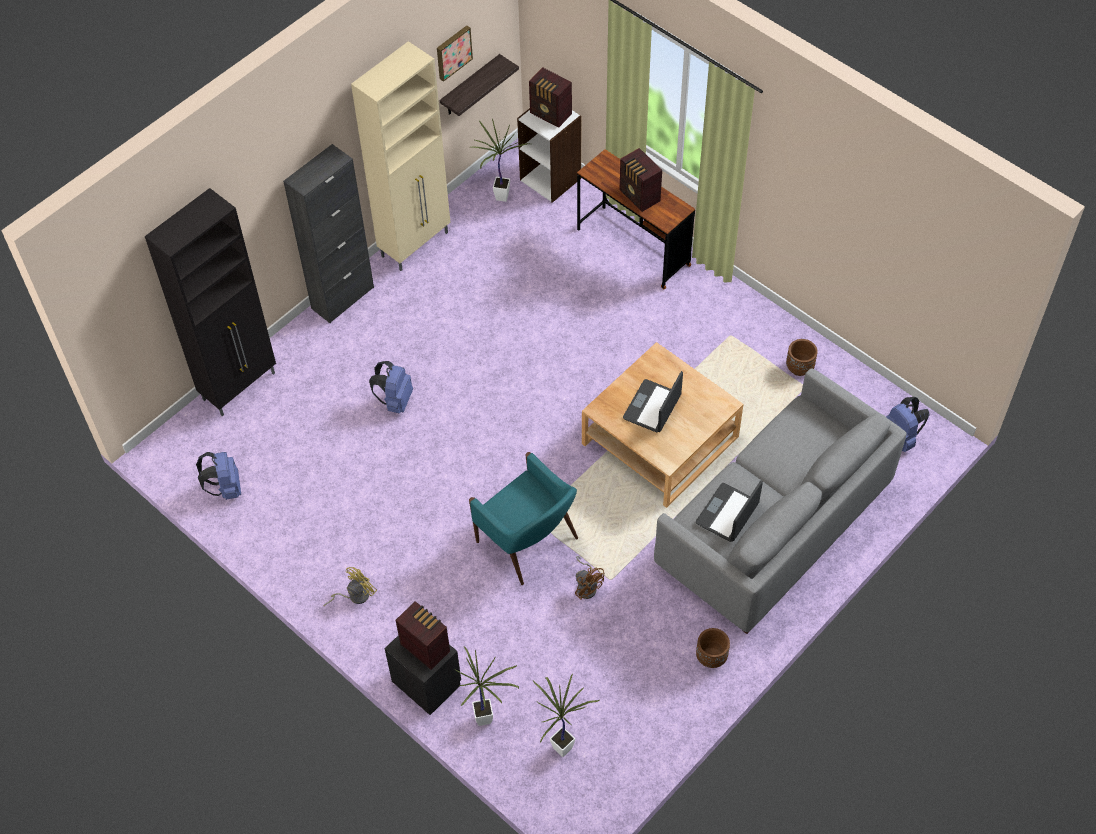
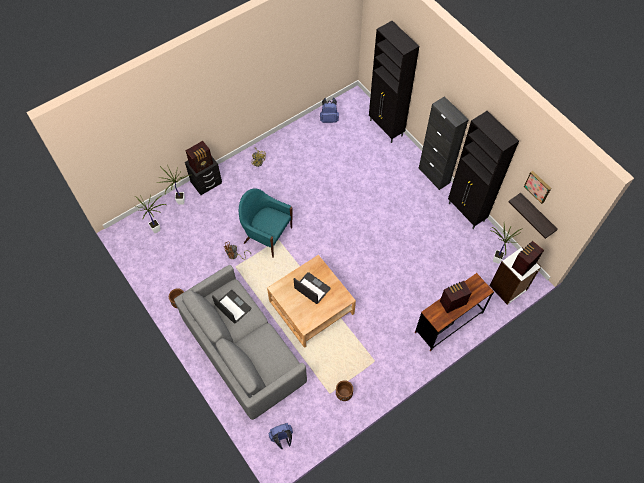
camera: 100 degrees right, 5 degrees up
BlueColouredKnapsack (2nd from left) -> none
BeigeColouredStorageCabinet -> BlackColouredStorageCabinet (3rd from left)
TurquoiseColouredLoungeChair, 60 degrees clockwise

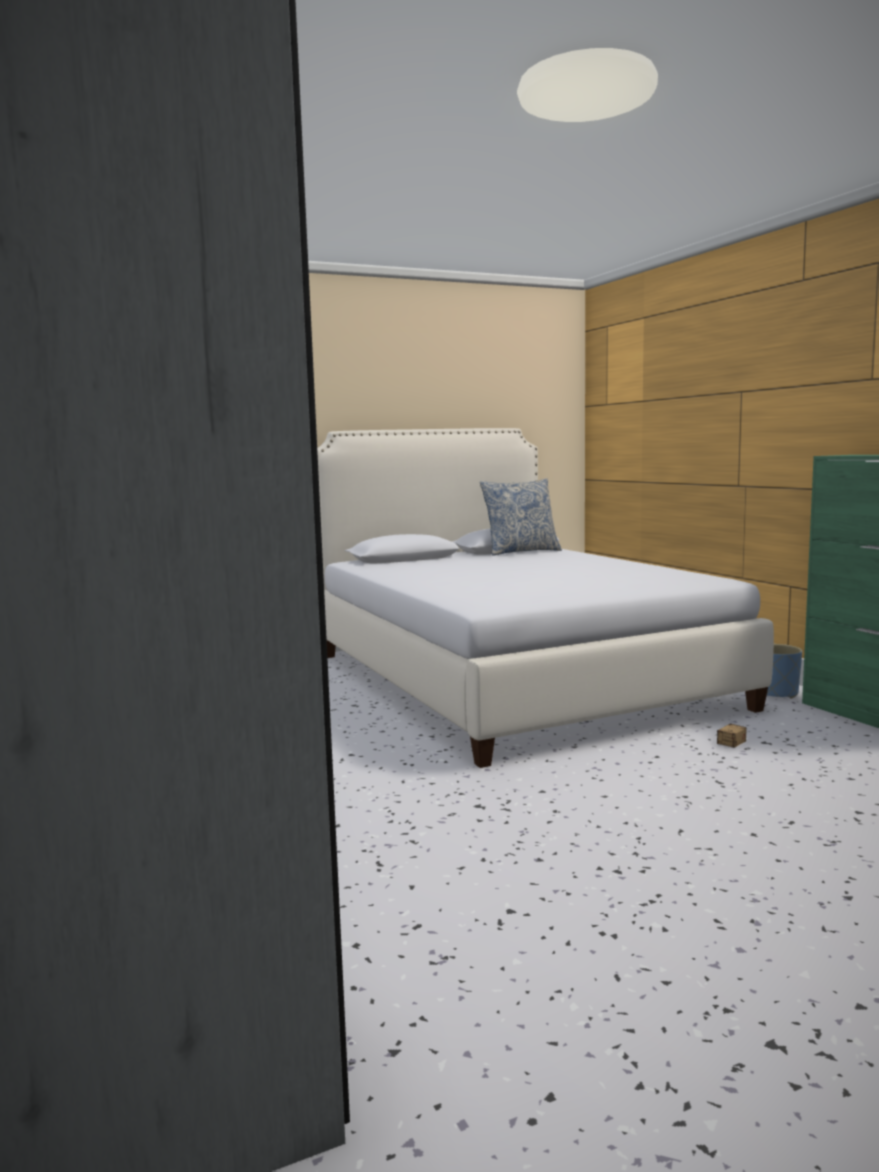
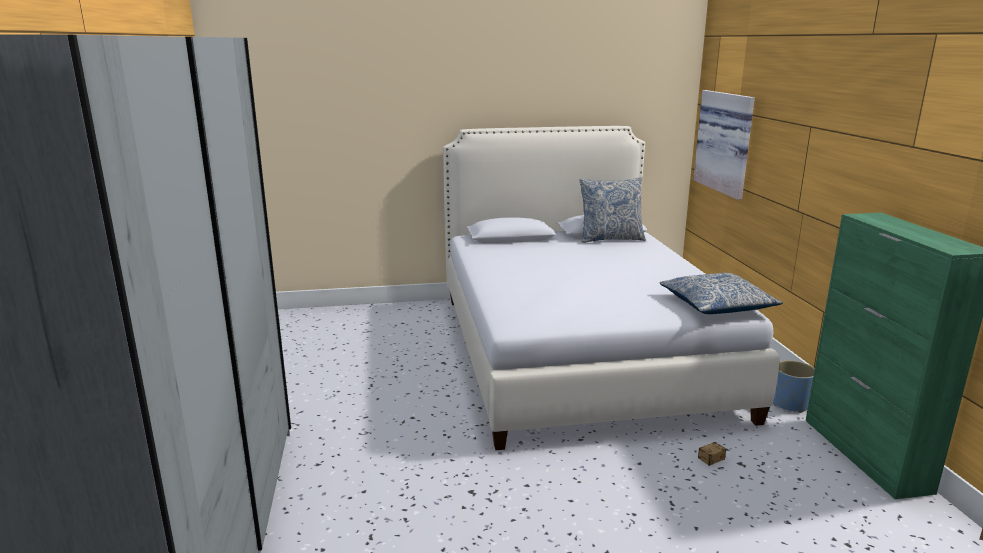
camera: 15 degrees right, 10 degrees up
none -> Pillow (2nd from left)
none -> Picture

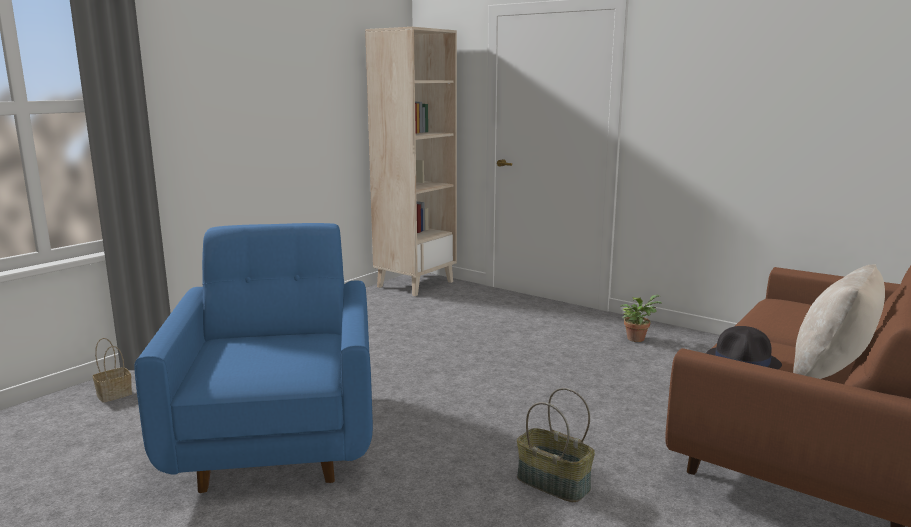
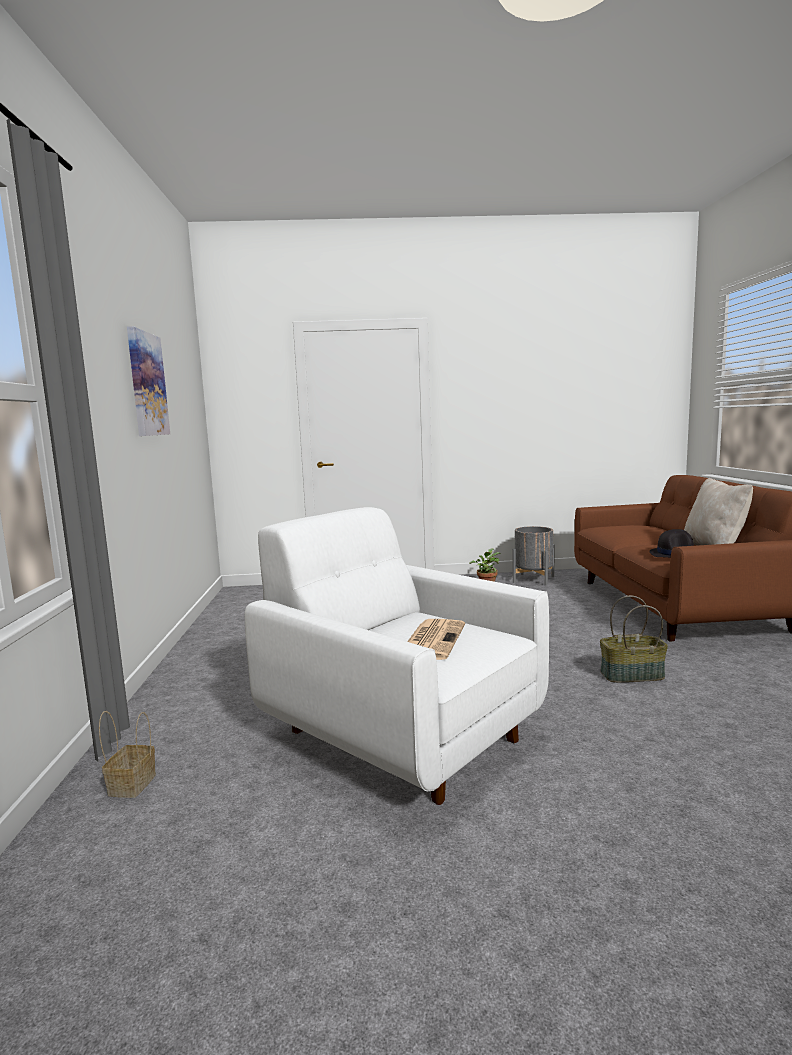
camera: 40 degrees left, 5 degrees down
BeigeColouredBookshelf -> none
none -> Picture
none -> Newspaper
none -> GreyPlanter
BlueColouredLoungeChair -> WhitishLoungeChair

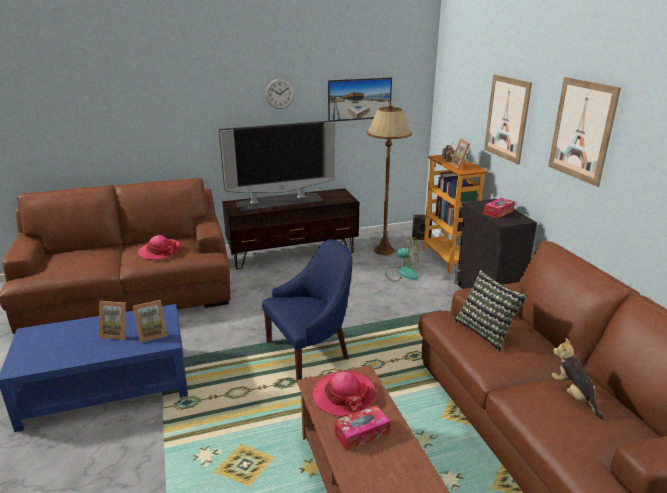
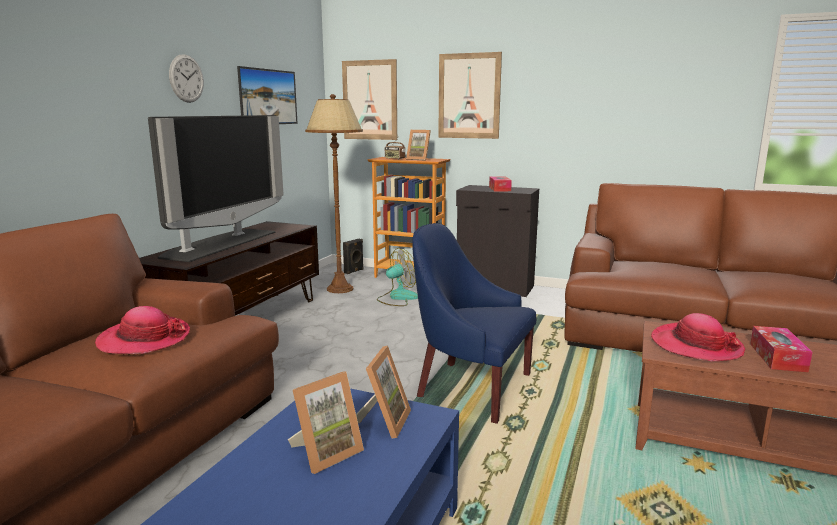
camera: 50 degrees left, 10 degrees down
Pillow -> none
SoftToy -> none
Picture (3rd from left in the first image) -> Picture (2nd from left), move
BlueColouredLoungeChair, 75 degrees counterclockwise

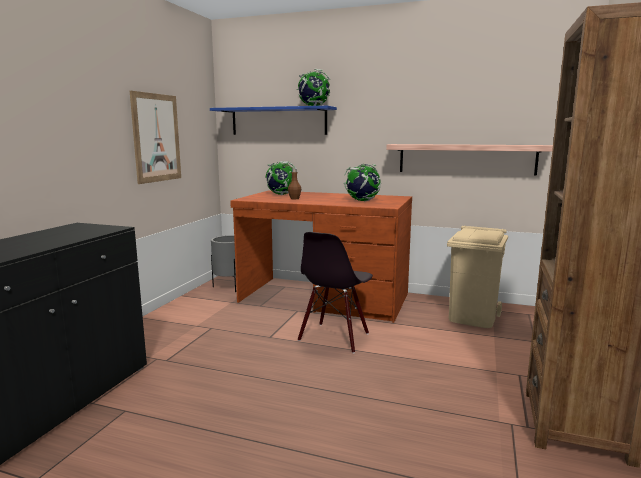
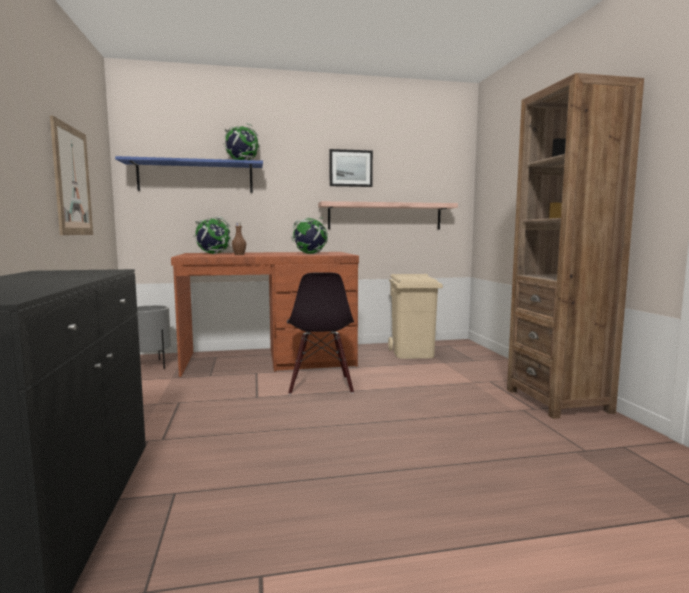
camera: 30 degrees left, 5 degrees down
none -> Picture (2nd from left)

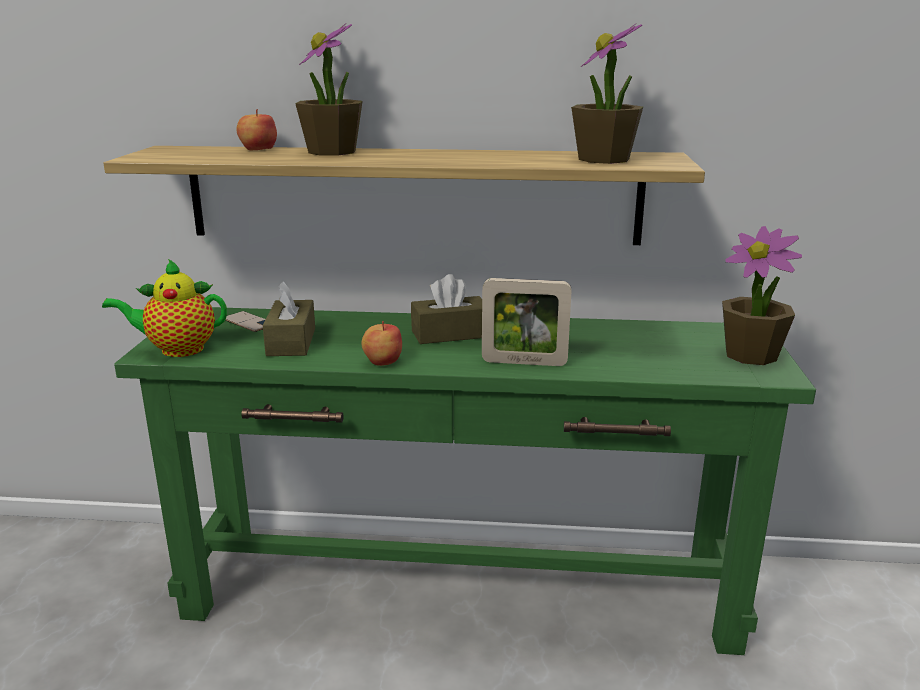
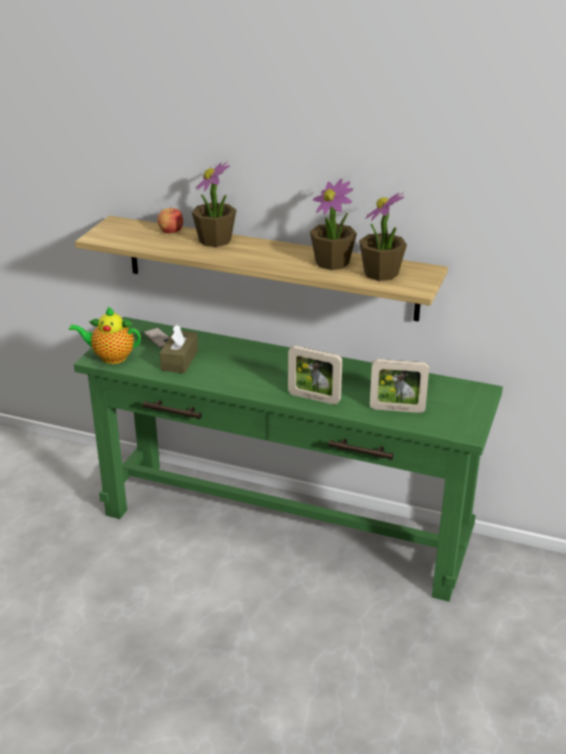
camera: 15 degrees right, 10 degrees up
Apple (2nd from left) -> none
BrownishTissueBox (2nd from left) -> none
none -> PictureFrame (2nd from left)
PlantInAPot (3rd from left in the first image) -> PlantInAPot (2nd from left), move

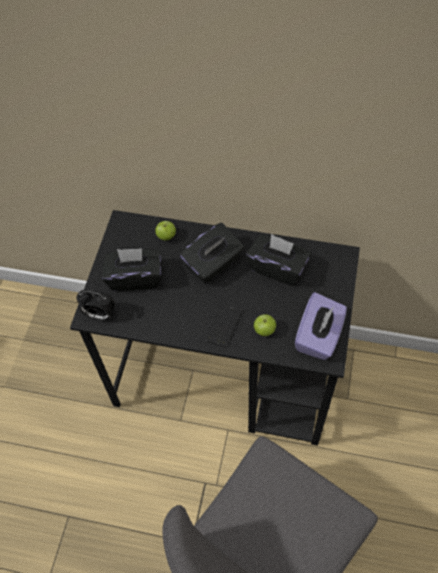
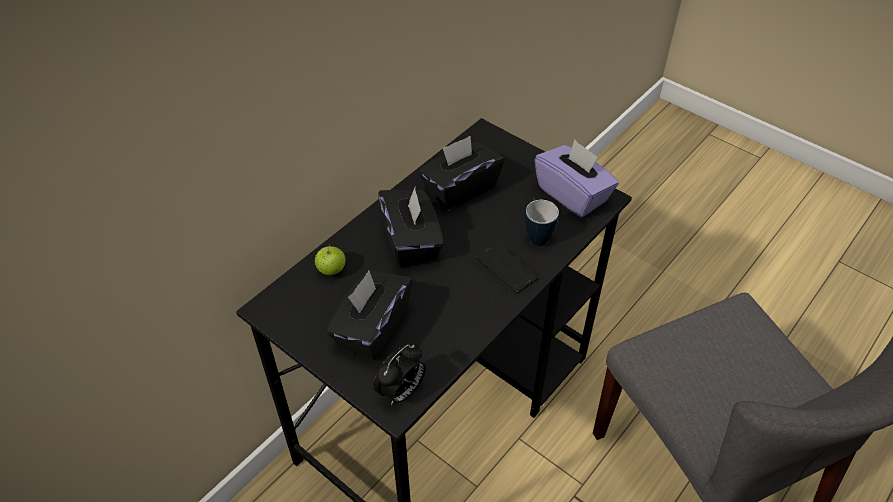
camera: 65 degrees left, 10 degrees down
Apple (2nd from left) -> TeaMug

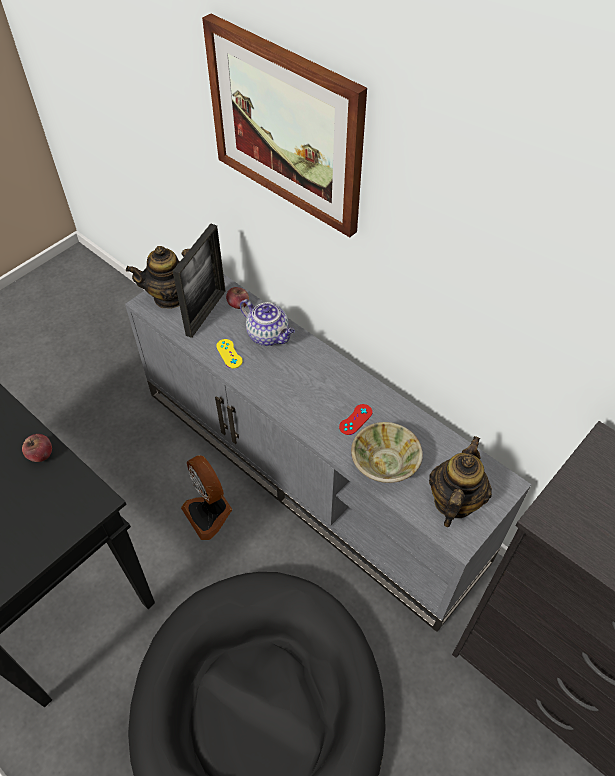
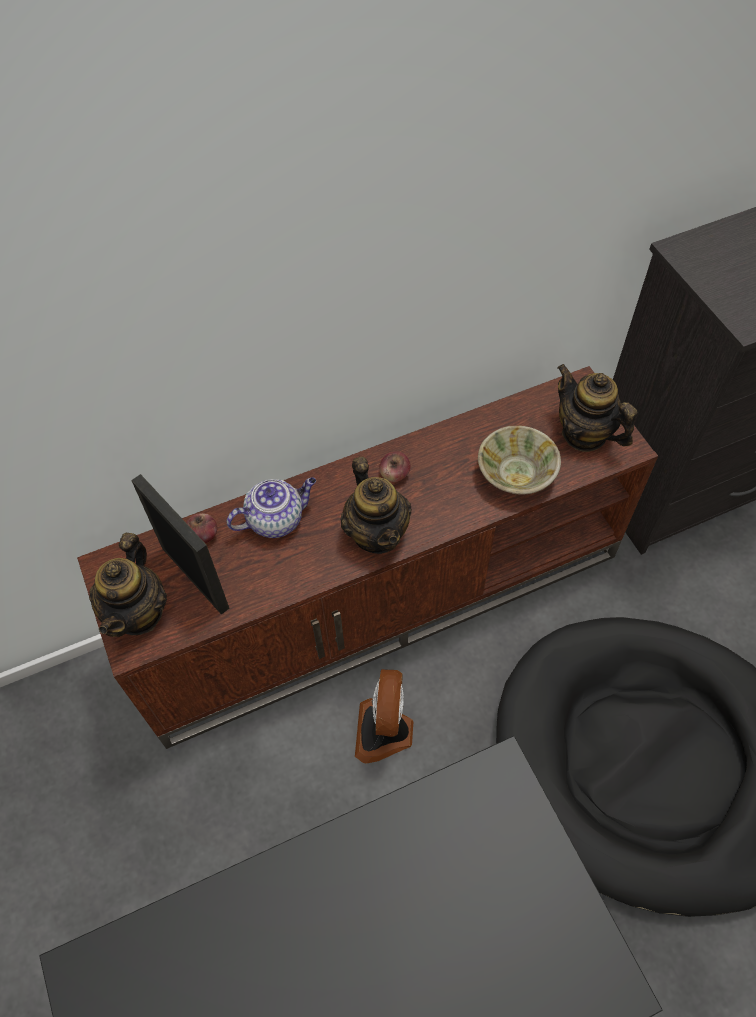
camera: 65 degrees left, 5 degrees up
Picture -> none
YellowColouredGamepad -> none
RedGamepad -> none
none -> Teapot (3rd from left)
Apple (1st from left in the first image) -> Apple (2nd from left), move
GreyTvStand -> BrownishTvStand
CoolingFan, 105 degrees clockwise

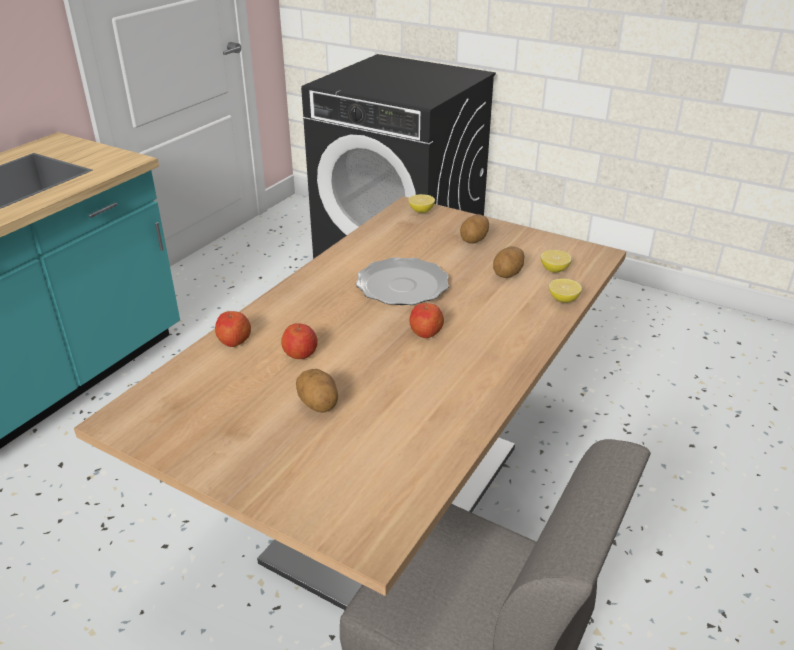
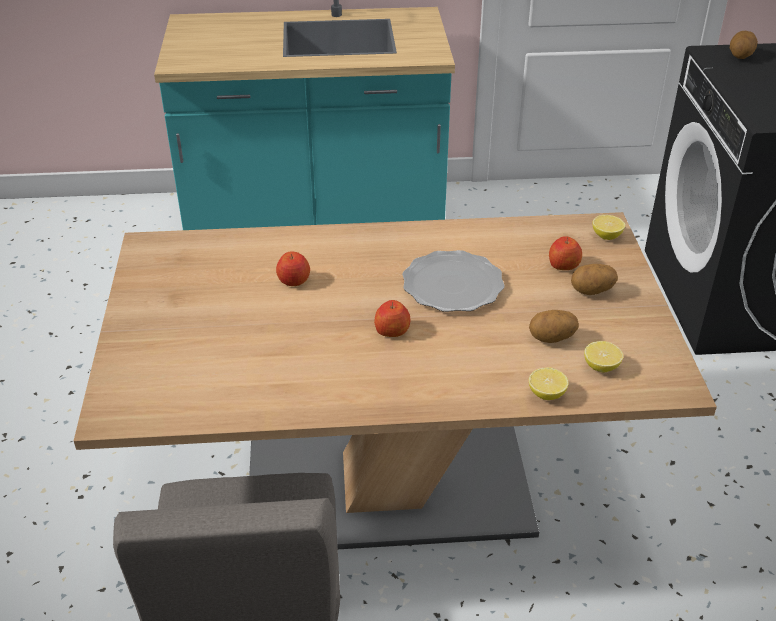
camera: 55 degrees right, 5 degrees up
Apple (1st from left in the first image) -> Apple (3rd from left), move
WholePotato (1st from left in the first image) -> WholePotato (3rd from left), move

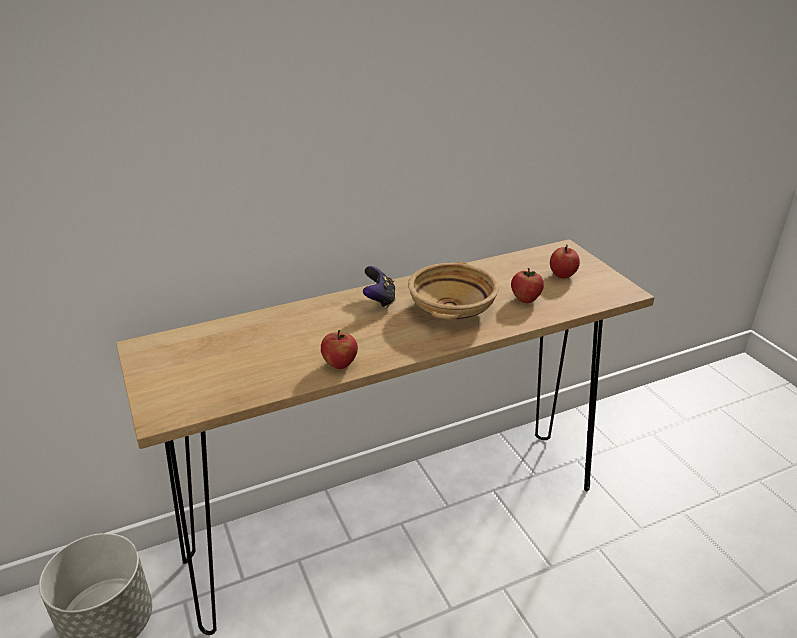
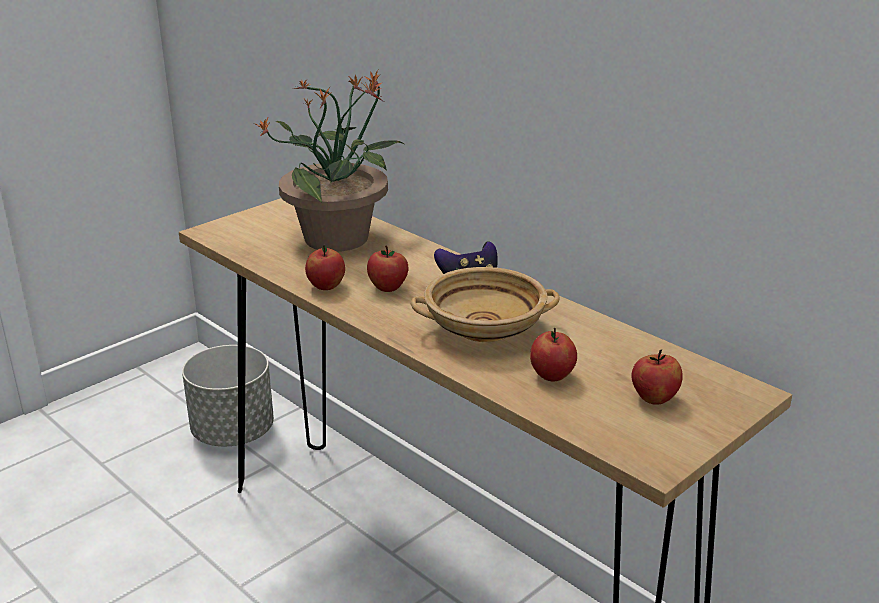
camera: 70 degrees right, 5 degrees down
none -> PlantInAPot
none -> Apple (2nd from left)

